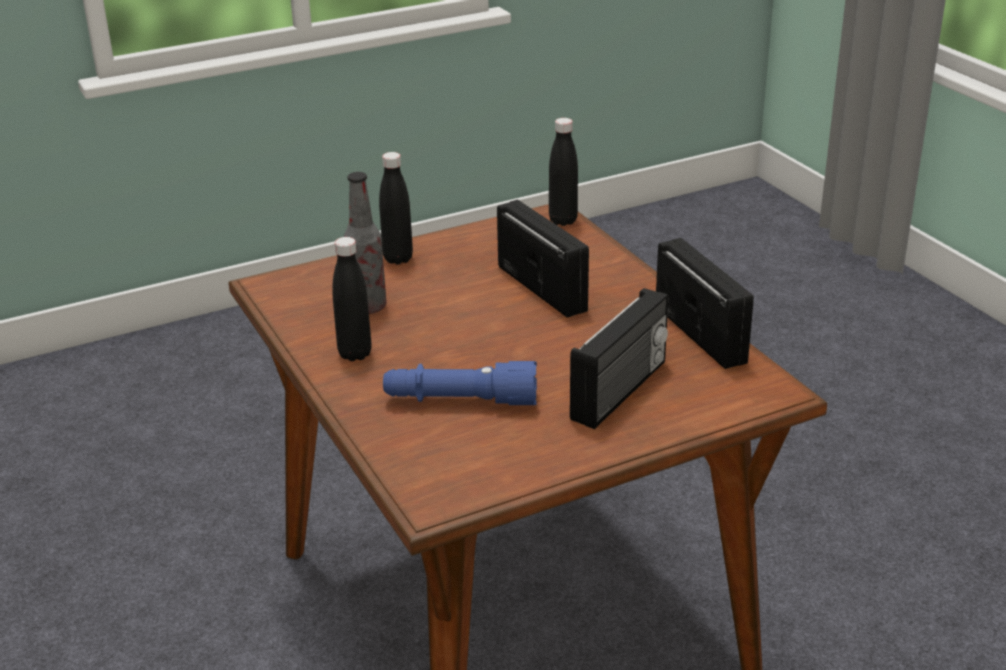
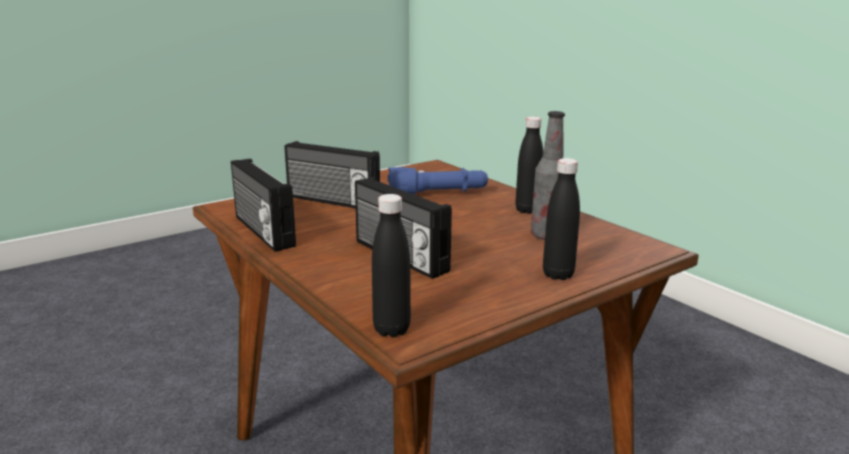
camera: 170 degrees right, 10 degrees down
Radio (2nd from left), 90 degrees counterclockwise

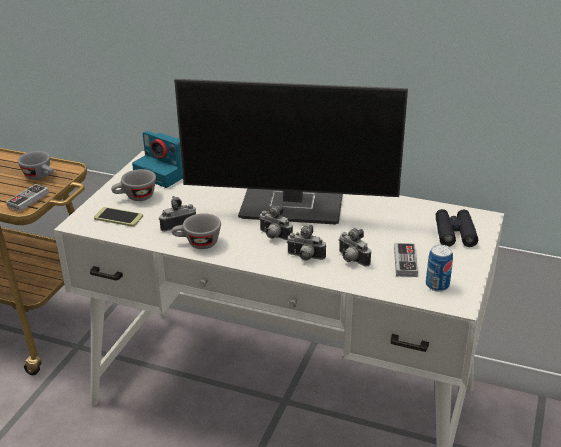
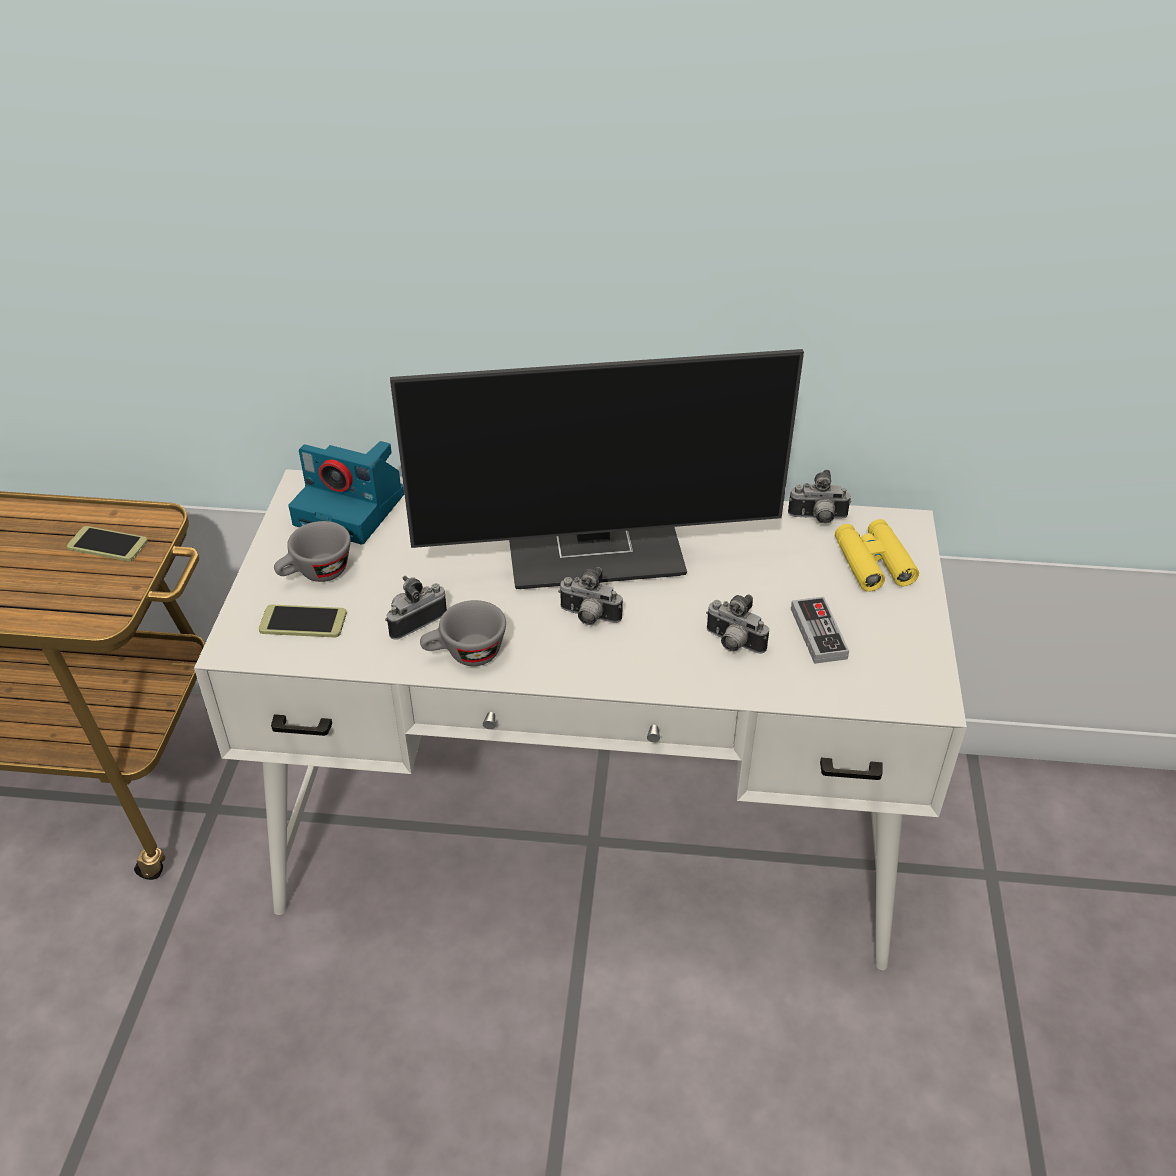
camera: 15 degrees left, 10 degrees up
Gamepad (1st from left) -> none
MetalCan -> none
StillCamera (4th from left in the first image) -> StillCamera (5th from left), move
GreyDrinkingCup (1st from left) -> Telephone (1st from left)
BlackColouredBinoculars -> YellowColouredBinoculars

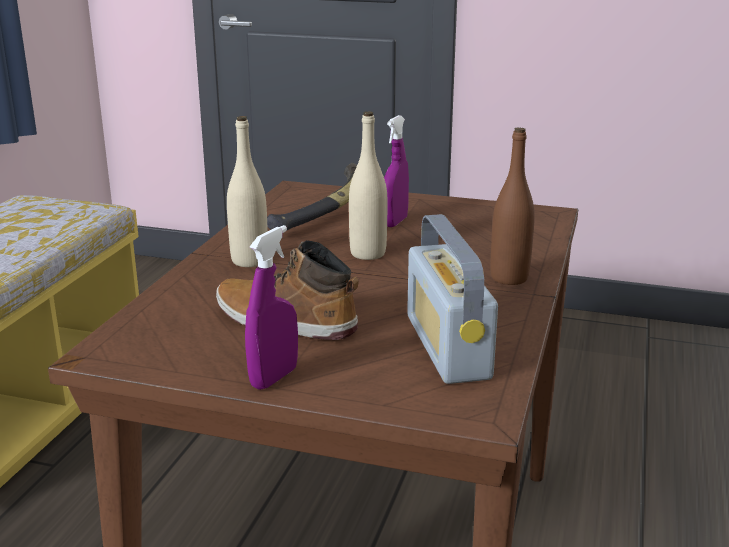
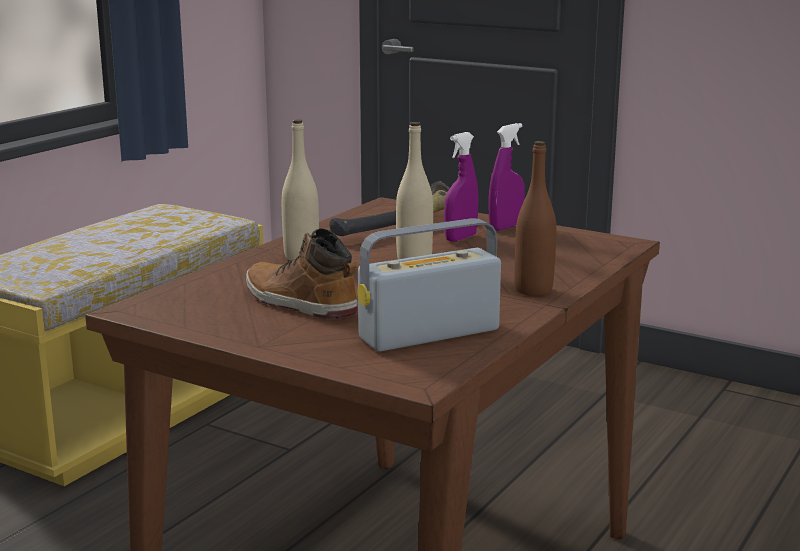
camera: 15 degrees right, 5 degrees down
PurpleColouredSprayBottle (1st from left in the first image) -> PurpleColouredSprayBottle (2nd from left), move
Radio, 60 degrees clockwise

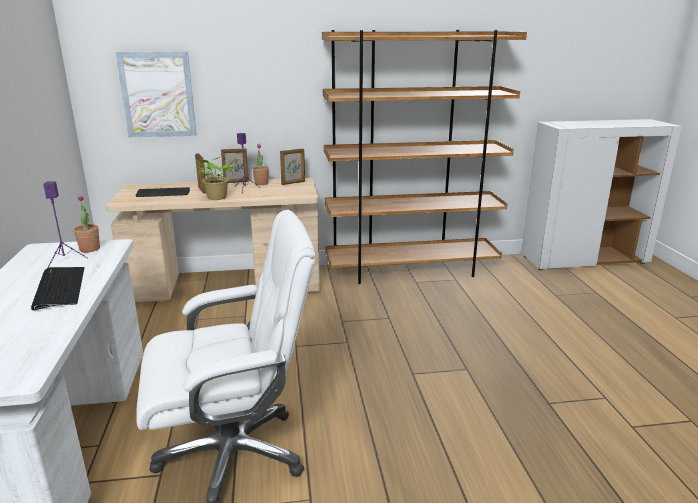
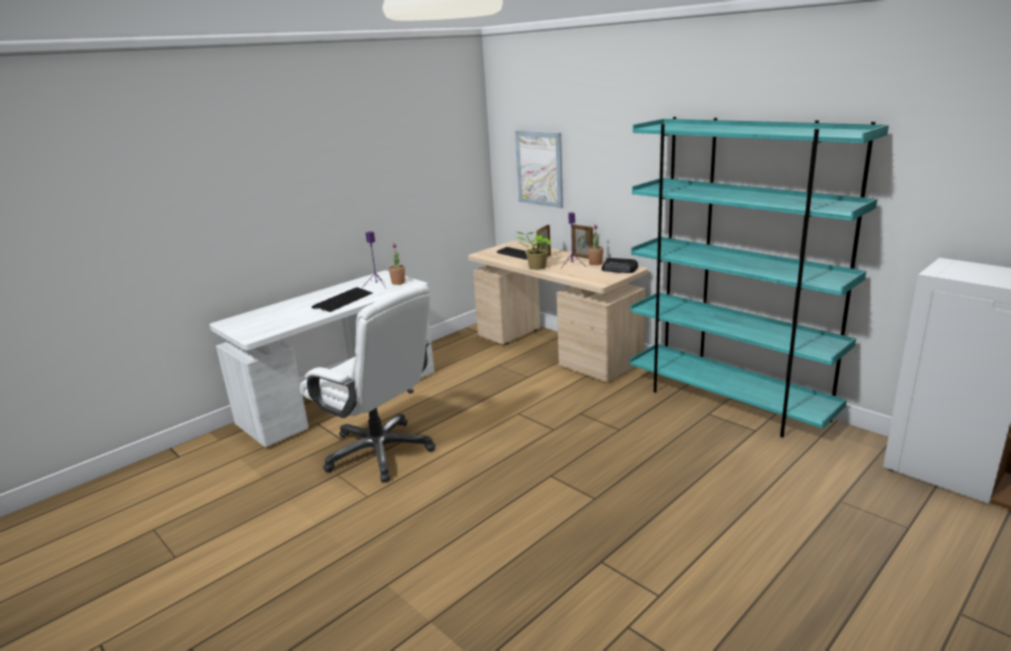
camera: 55 degrees right, 0 degrees up
PictureFrame (3rd from left) -> Radio
BrownishBookshelf -> TurquoiseColouredBookshelf

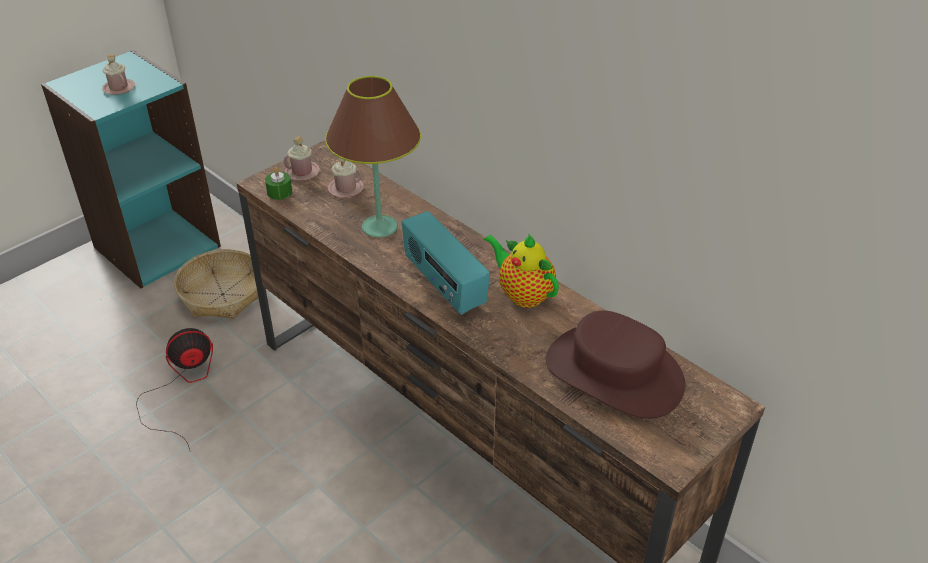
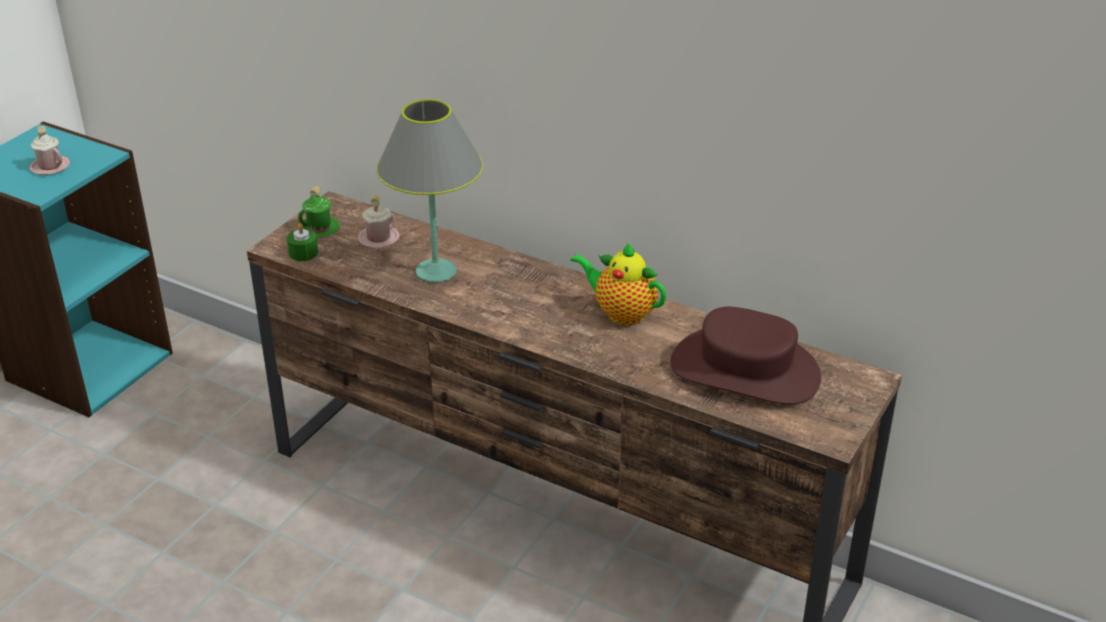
camera: 15 degrees left, 5 degrees down
CoolingFan -> none
HouseholdBasket -> none
Radio -> none
PinkTeaMug (2nd from left) -> GreenishTeaMug
BrownishTableLamp -> GreyTableLamp

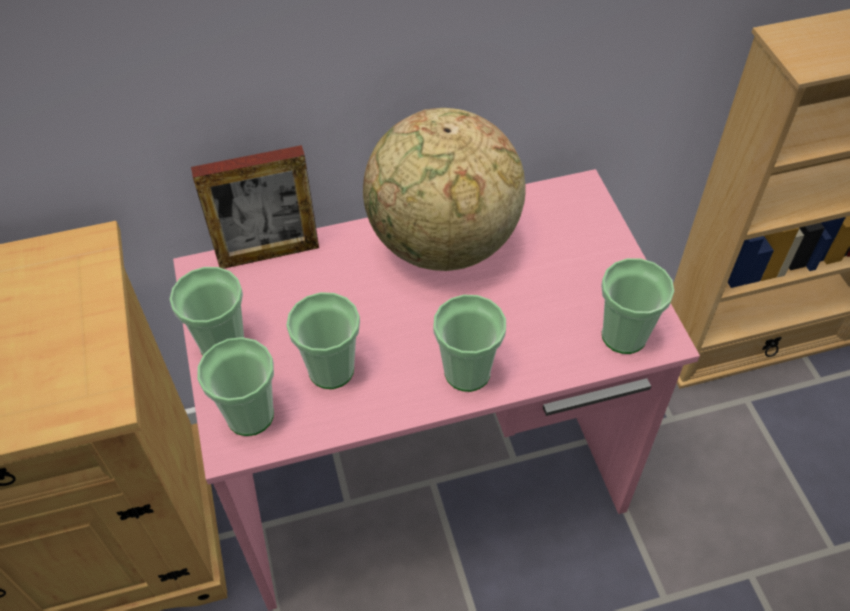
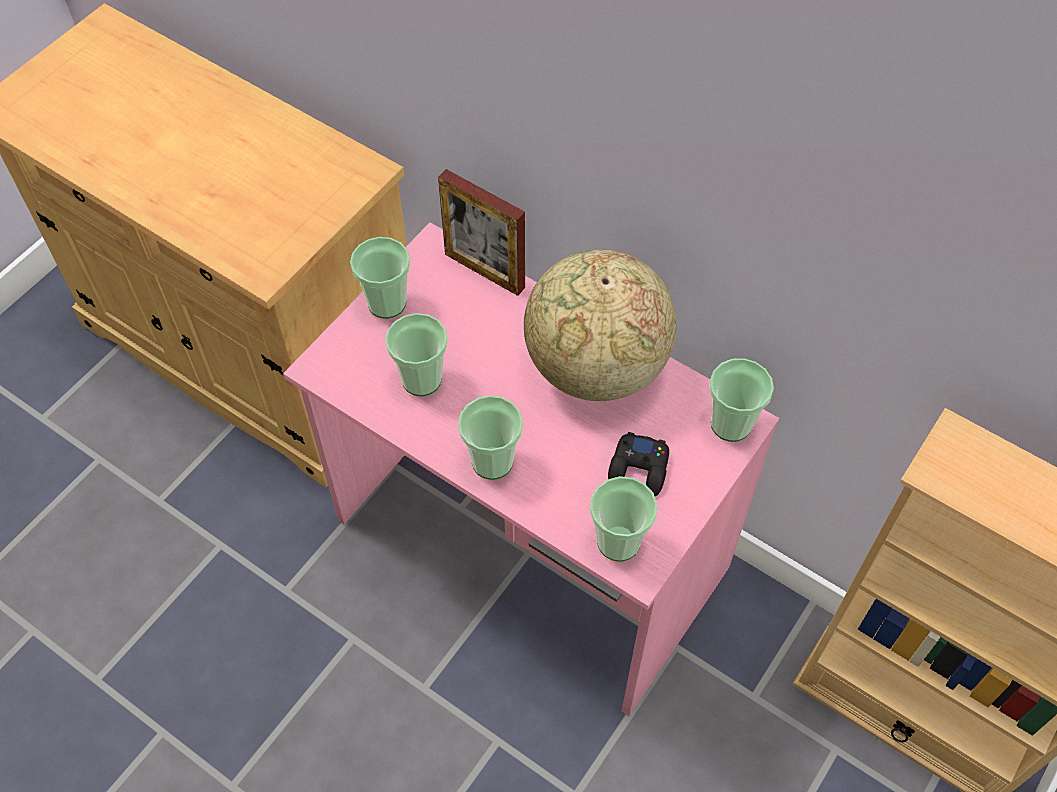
camera: 50 degrees right, 5 degrees up
none -> BlackColouredGamepad
DrinkingCup (2nd from left in the first image) -> DrinkingCup (5th from left), move

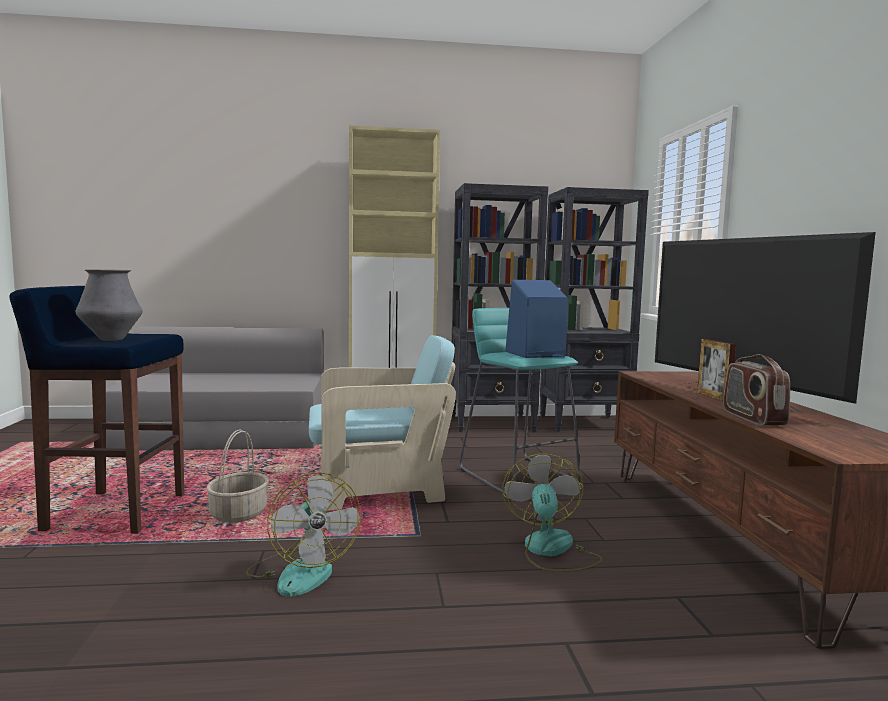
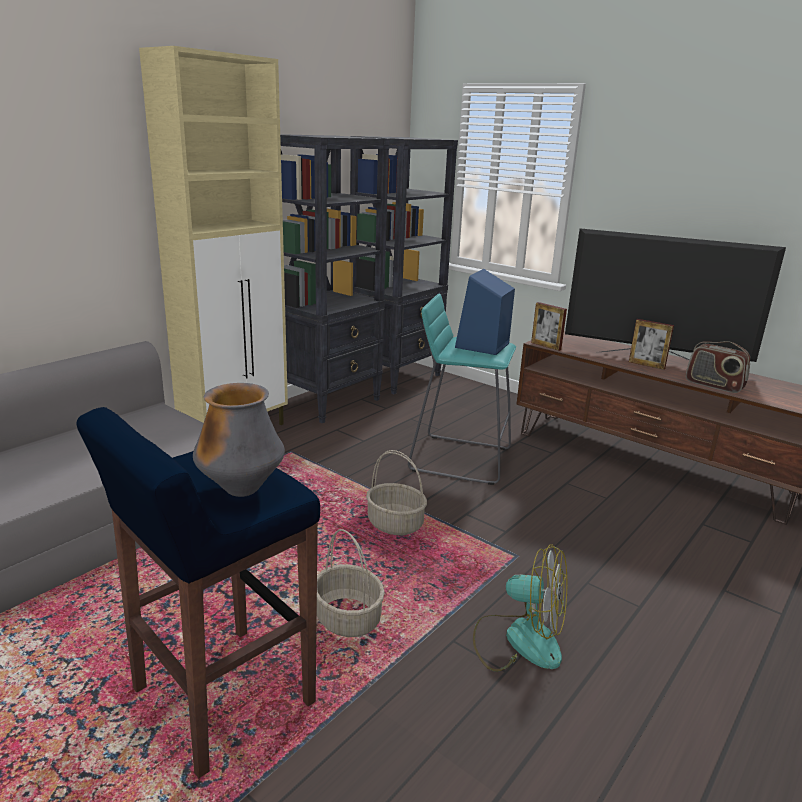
camera: 45 degrees left, 15 degrees up
CoolingFan (2nd from left) -> none
none -> PictureFrame (1st from left)
TurquoiseColouredLoungeChair -> HouseholdBasket (2nd from left)

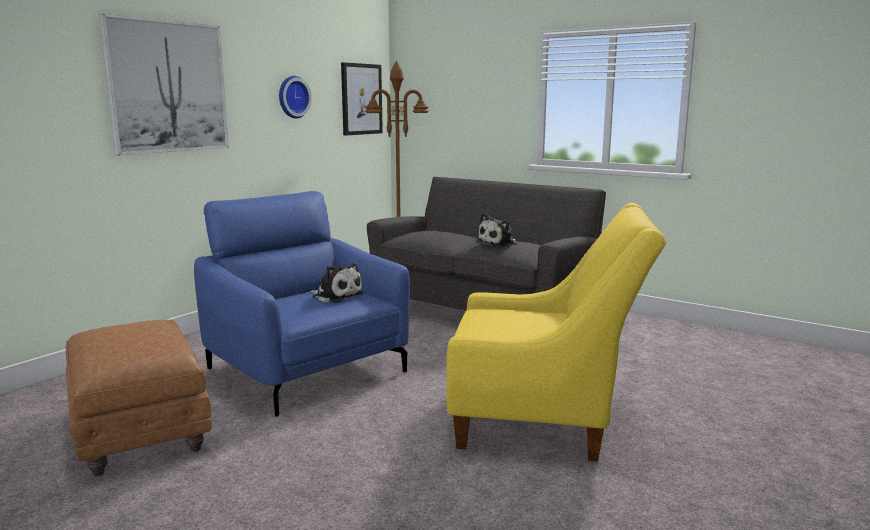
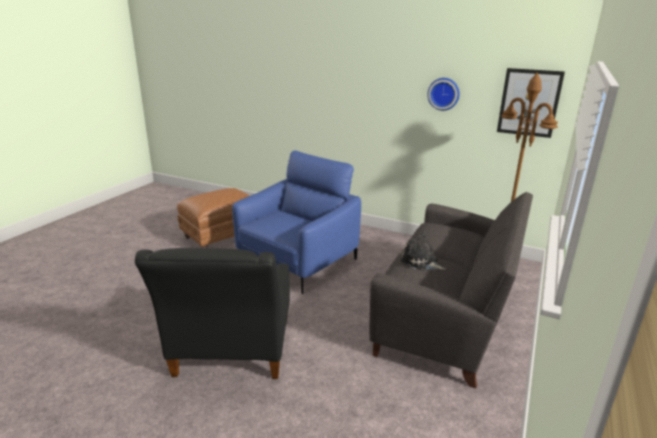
camera: 80 degrees right, 10 degrees up
Picture (1st from left) -> none
SoftToy (1st from left) -> none
YellowColouredLoungeChair -> BlackColouredLoungeChair

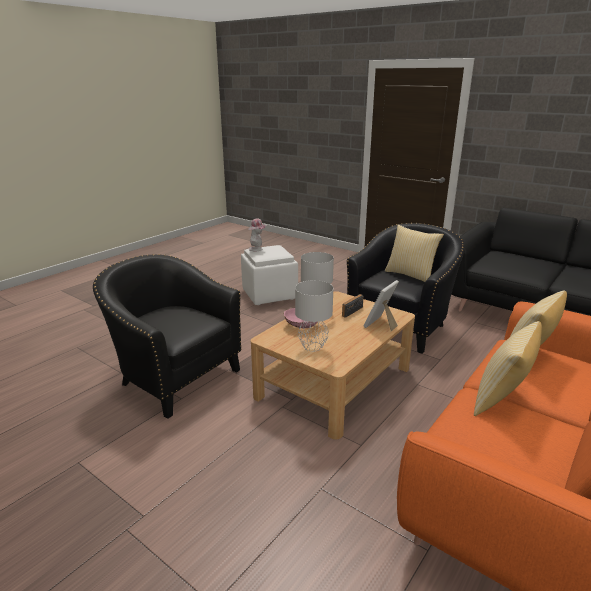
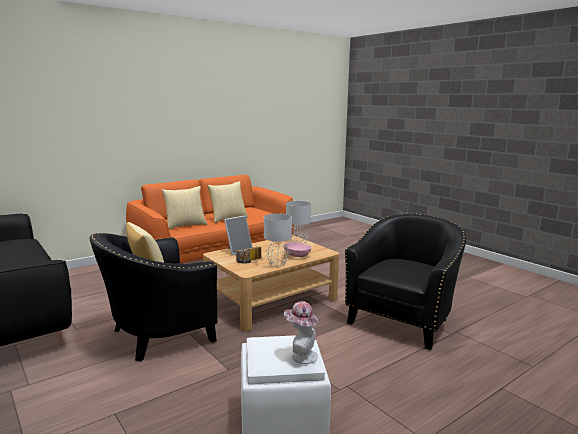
camera: 165 degrees left, 10 degrees down
BlackColouredLoungeChair (1st from left in the first image) -> BlackColouredLoungeChair (2nd from left), 105 degrees counterclockwise

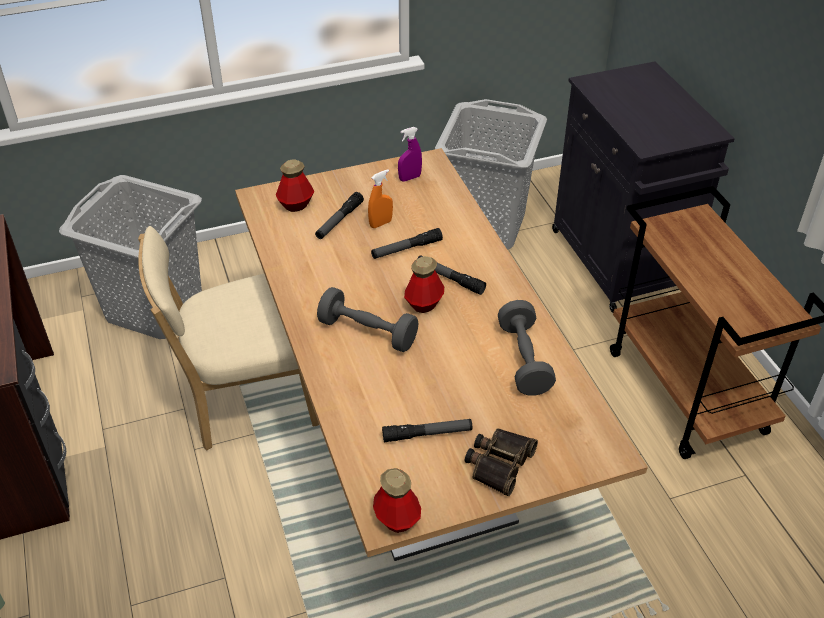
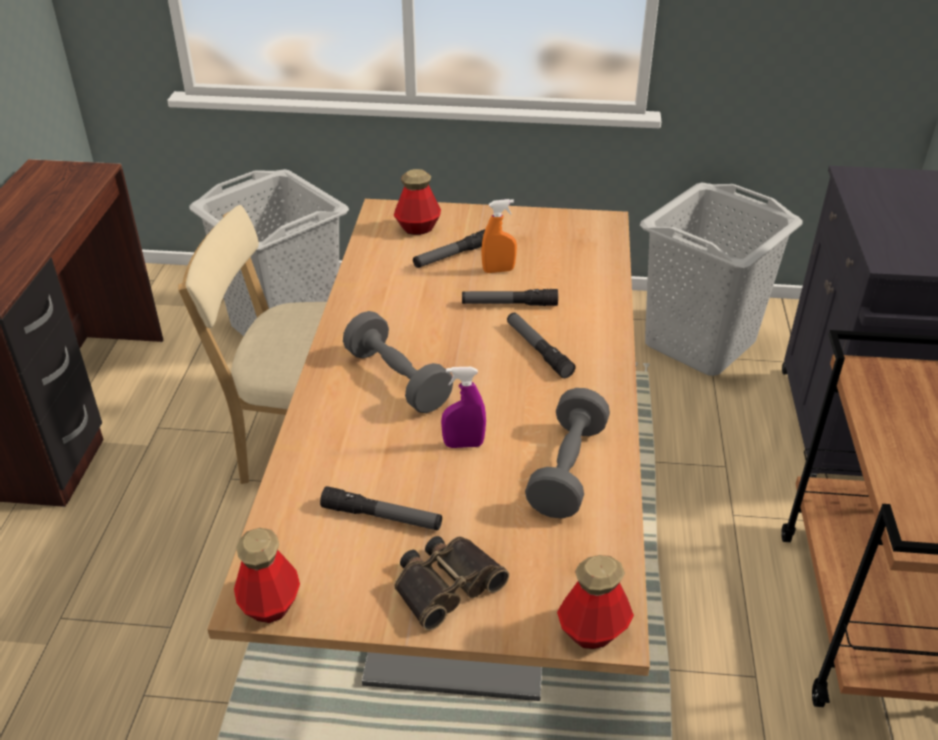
camera: 25 degrees right, 5 degrees down
PurpleColouredSprayBottle, move
DrinkBottle (3rd from left), move

